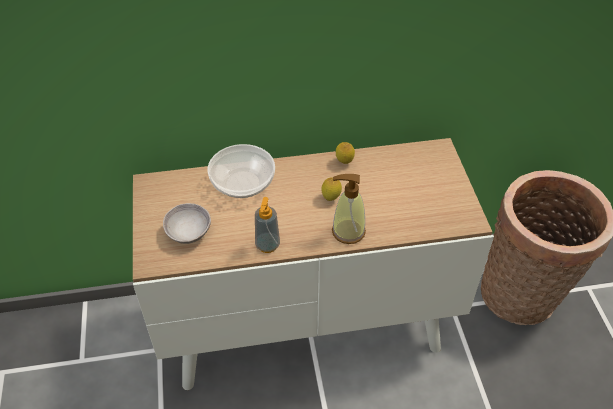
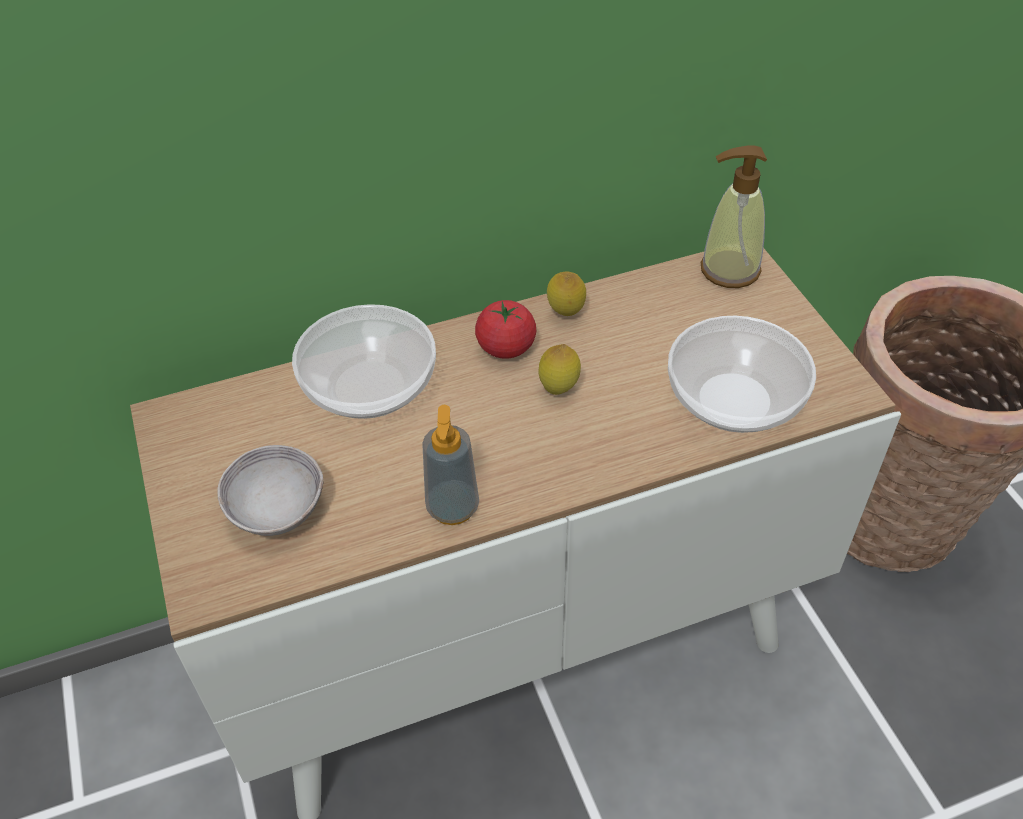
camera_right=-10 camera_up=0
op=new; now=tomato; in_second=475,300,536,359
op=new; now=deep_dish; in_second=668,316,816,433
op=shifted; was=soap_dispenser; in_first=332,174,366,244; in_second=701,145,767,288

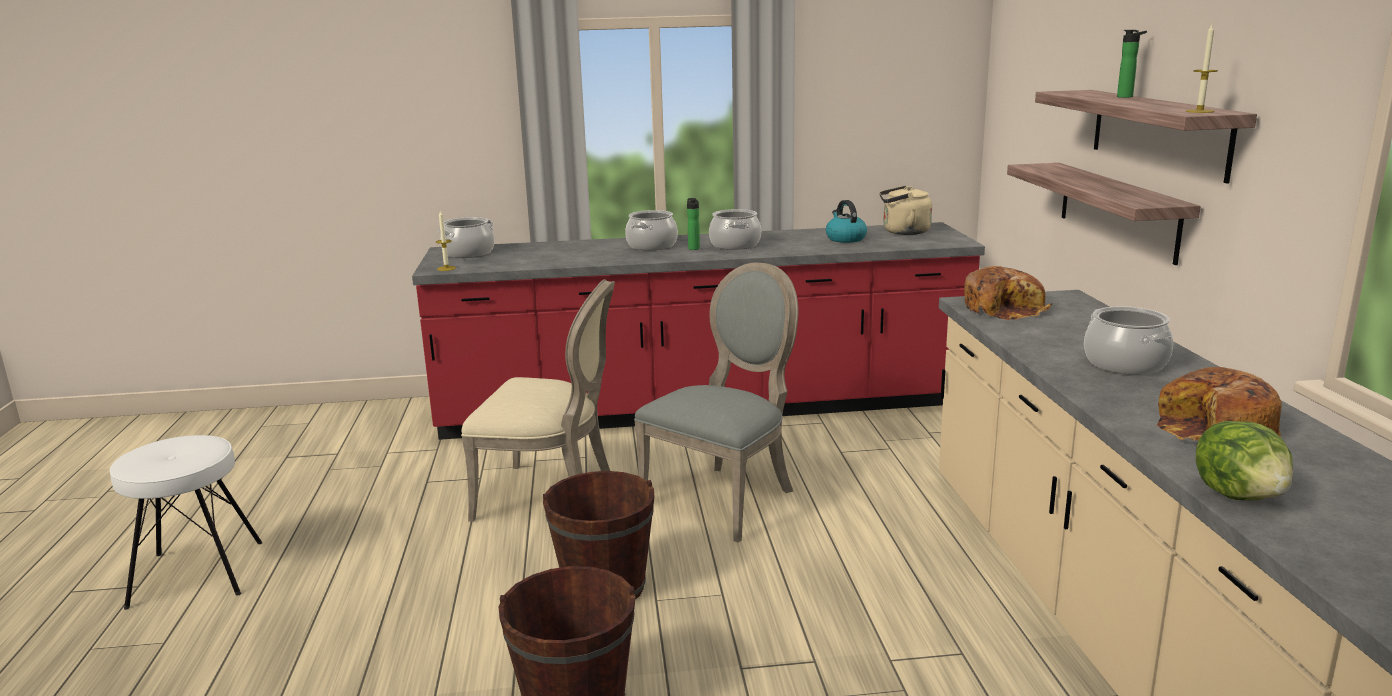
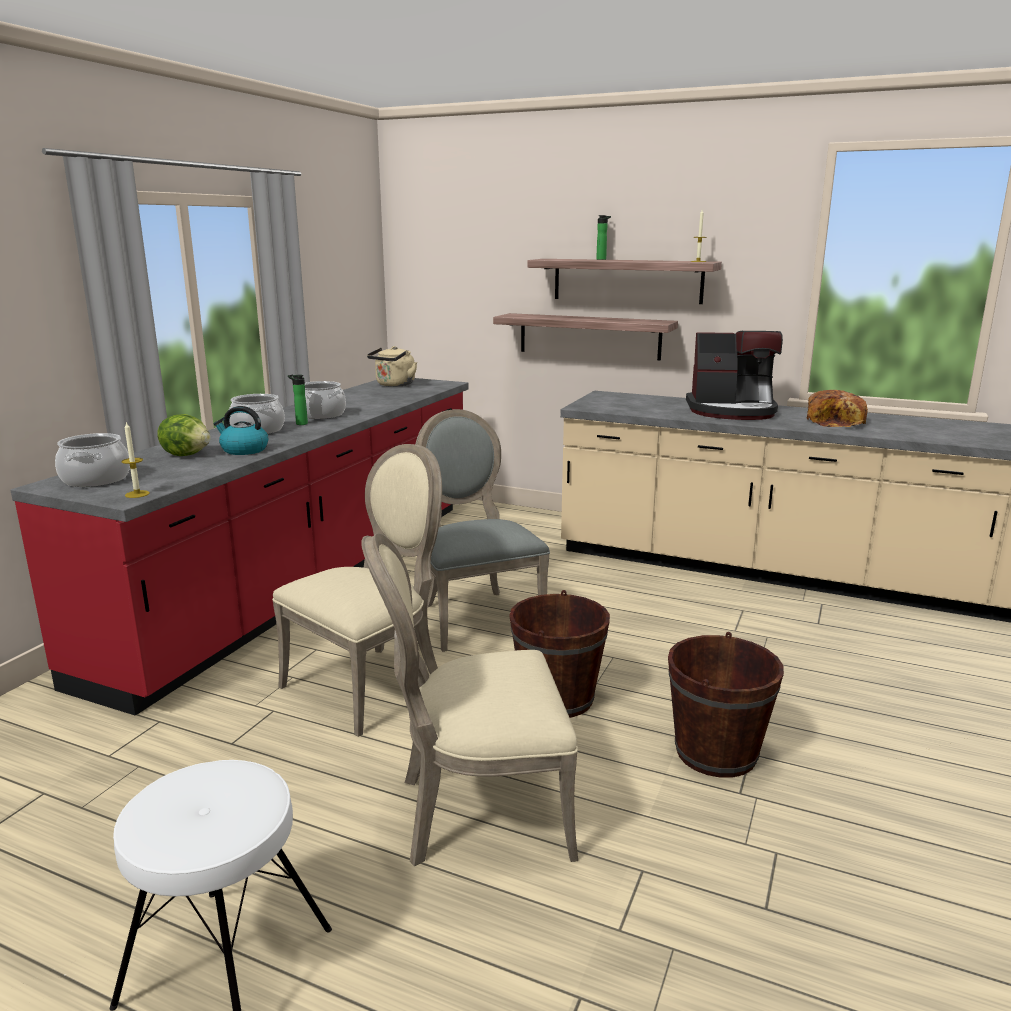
camera_right=-60 camera_up=0
op=shifted; was=head_of_lettuce; in_first=1196,421,1293,500; in_second=157,414,211,456
op=shifted; was=water_kettle; in_first=826,200,867,243; in_second=214,406,268,455
op=new; now=beige_upright_chair; in_second=361,533,578,866
op=swapped; was=saucepot; now=coffee_machine; in_first=1084,306,1173,374; in_second=686,331,783,420
op=gone; was=baked_bread; in_first=964,266,1052,320

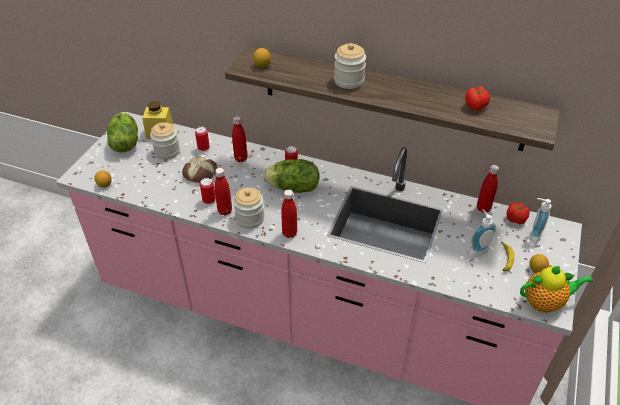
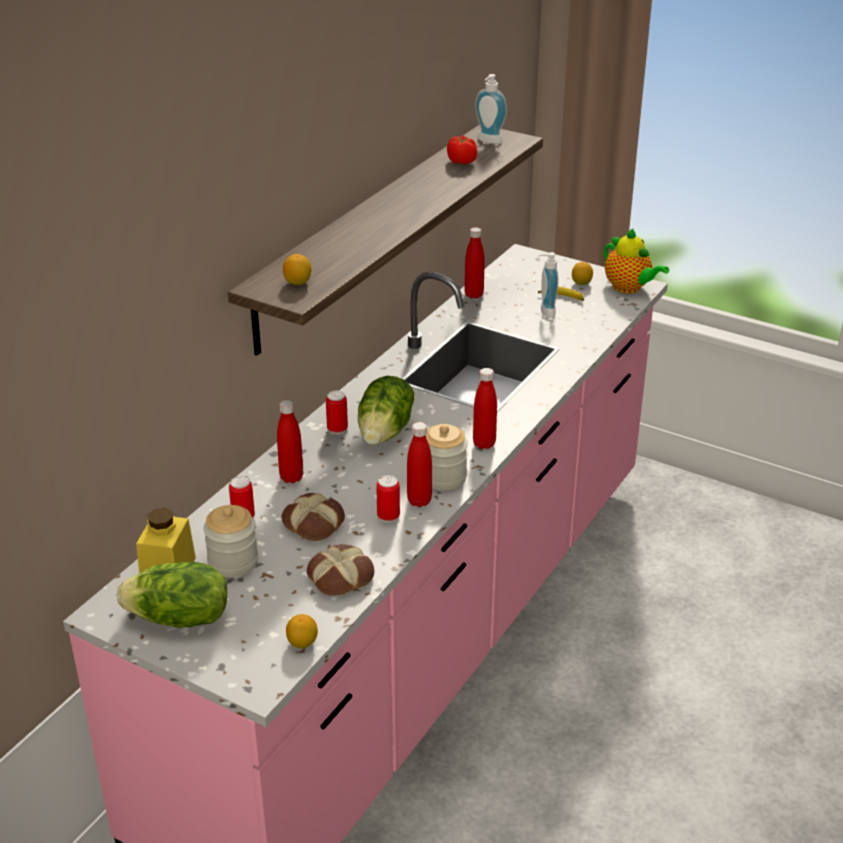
camera_right=-80 camera_up=-10
op=new; now=baked_bread; in_second=307,545,374,596
op=shifted; was=soap_dispenser; in_first=530,198,552,244; in_second=475,74,507,144
op=rotated; was=tea_pot; in_first=520,265,593,313; in_second=604,228,669,294; clockwise=135
op=gone; was=preserve_jar; in_first=334,43,366,89
op=gone; was=tomato; in_first=506,202,530,224

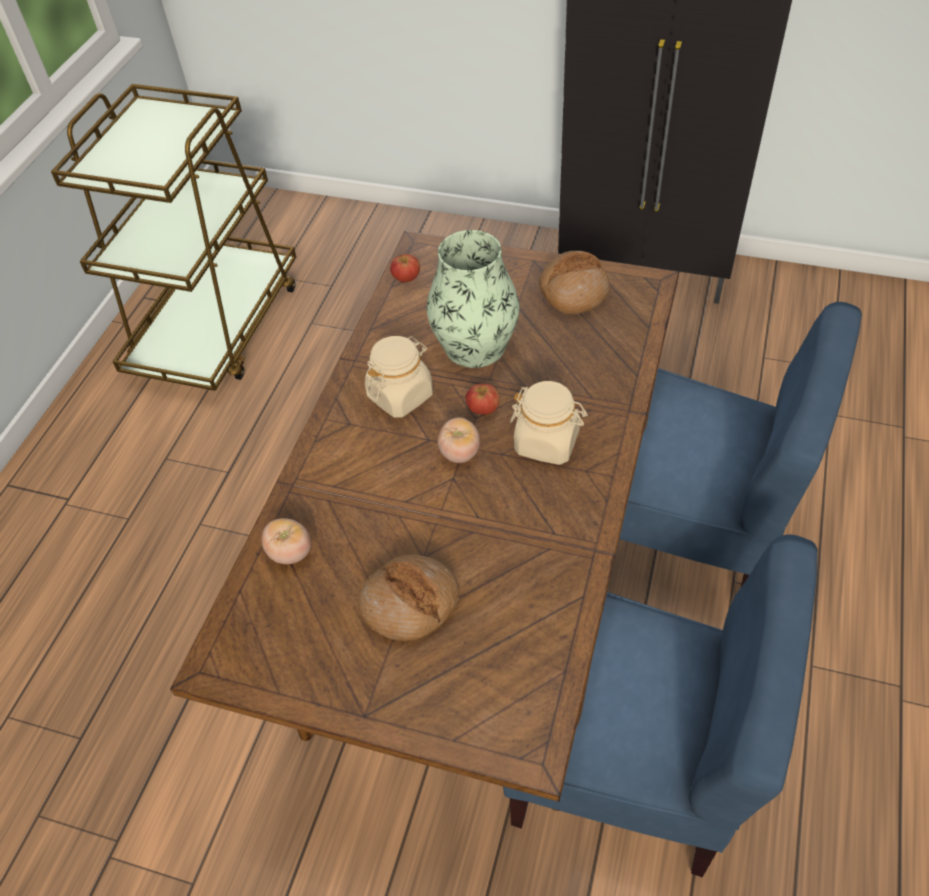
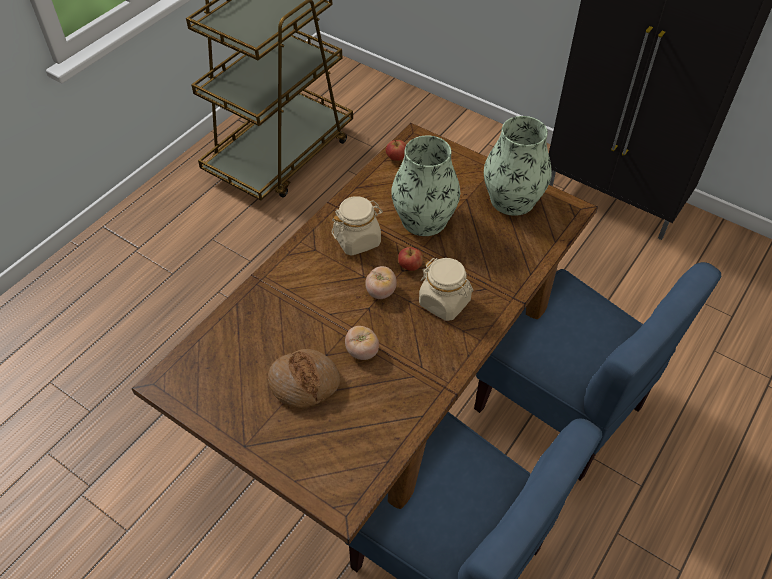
camera_right=15 camera_up=0
op=shifted; was=tomato; in_first=262,518,311,564; in_second=345,326,379,360
op=swapped; was=baked_bread; now=decorative_vase; in_first=540,251,610,314; in_second=484,116,552,216

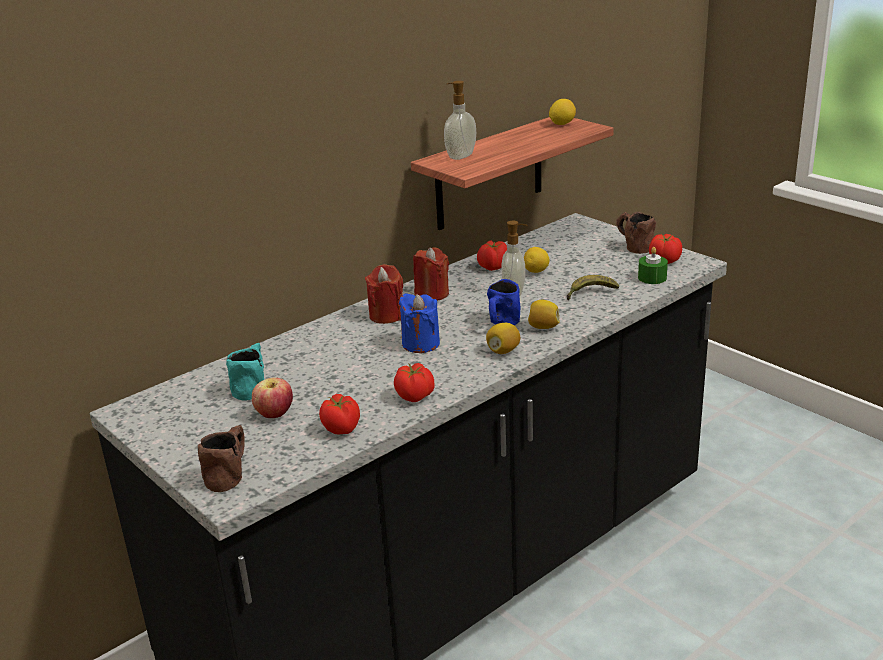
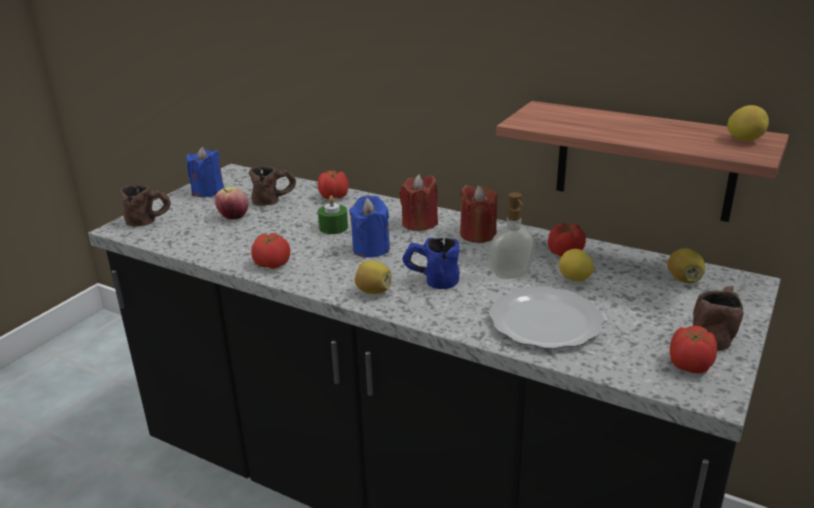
camera_right=70 camera_up=0
op=new; now=blue_wax_candle; in_second=186,147,224,197
op=repainted; was=turquoise-coloured_mug; now=brown_mug; in_first=226,343,264,400; in_second=249,166,296,206
op=shifted; was=tomato; in_first=319,394,360,434; in_second=318,170,349,199
op=shifted; was=greenish_wax_candle; in_first=638,247,668,284; in_second=318,195,348,234
op=swapped; was=banana; now=flat_dish; in_first=567,275,619,300; in_second=489,286,604,349
op=shifted; was=lemon; in_first=528,300,559,329; in_second=667,248,705,283
op=gone; was=soap_dispenser; in_first=444,81,476,160

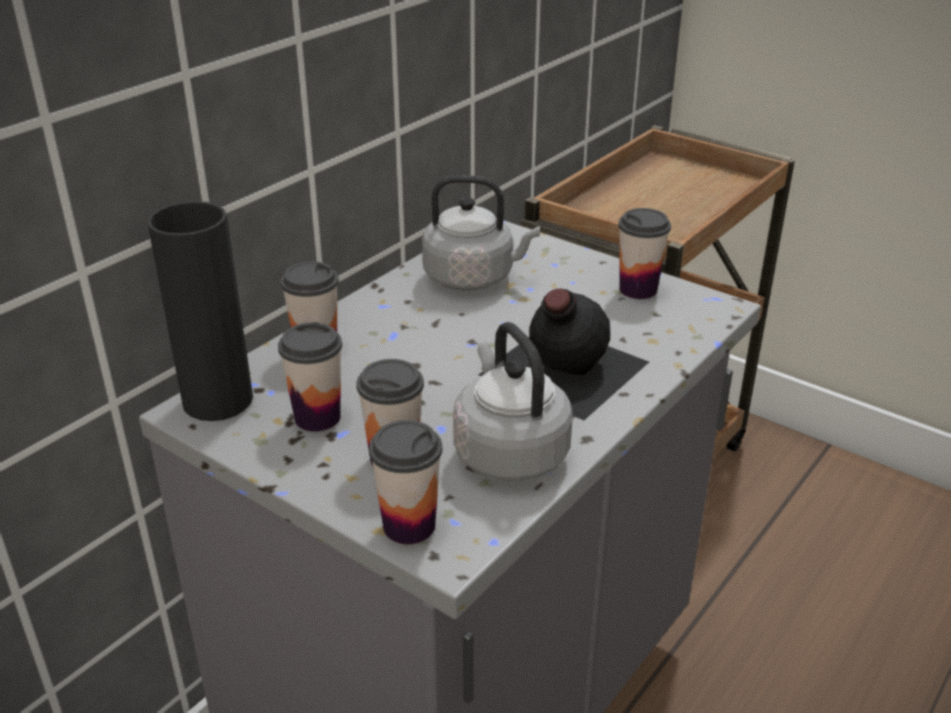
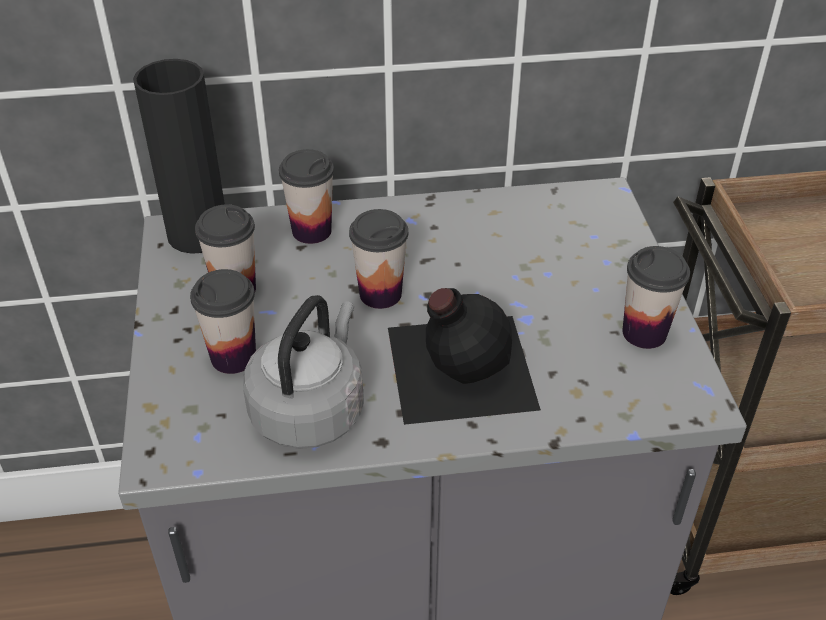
camera_right=45 camera_up=10
op=shifted; was=small_cup; in_first=369,420,442,544; in_second=349,209,408,309
op=gone; was=greyish_water_kettle; in_first=422,175,540,291

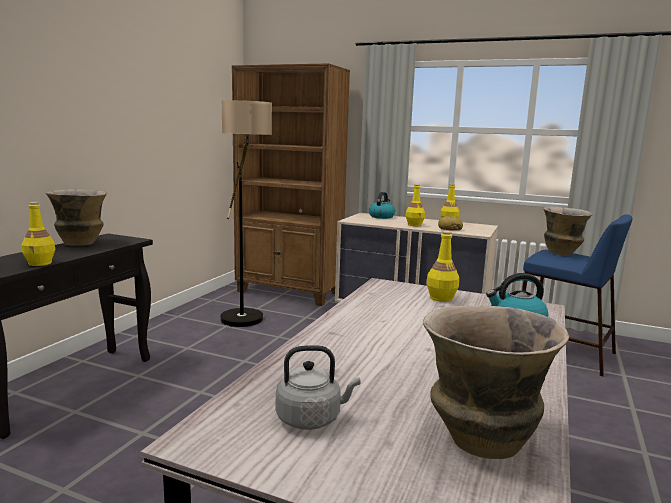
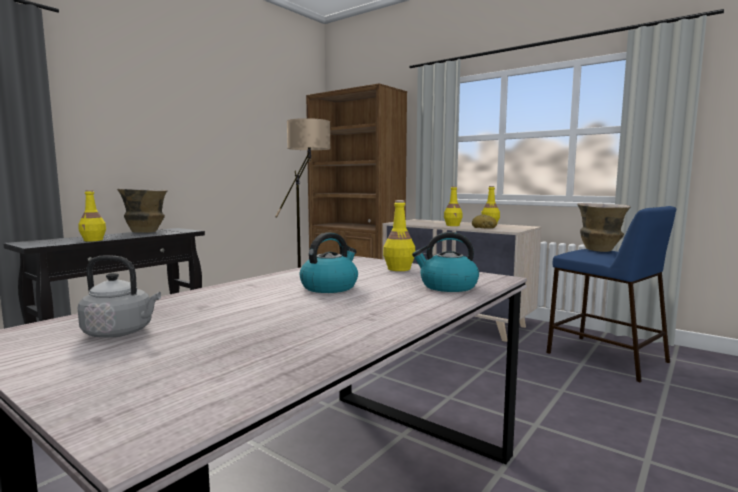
camera_right=15 camera_up=-5
op=shifted; was=water_kettle; in_first=369,192,395,219; in_second=300,232,358,293
op=gone; was=decorative_vase; in_first=423,306,569,459

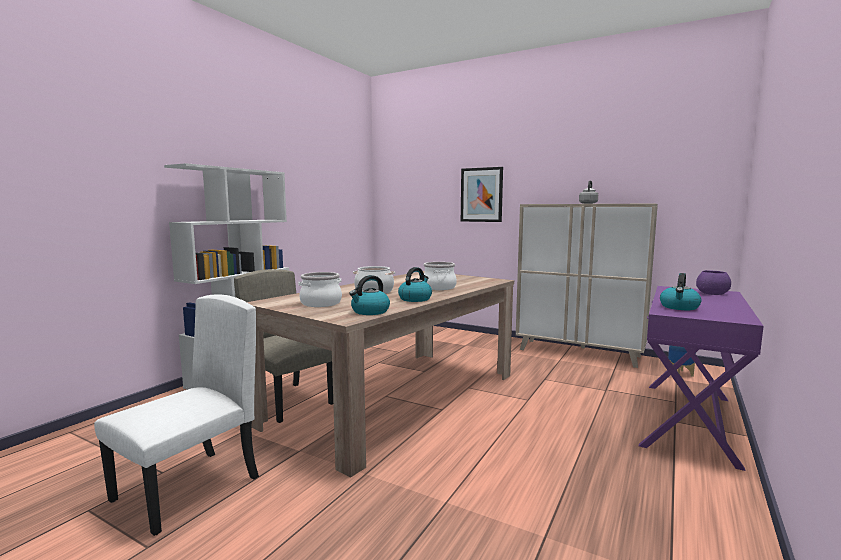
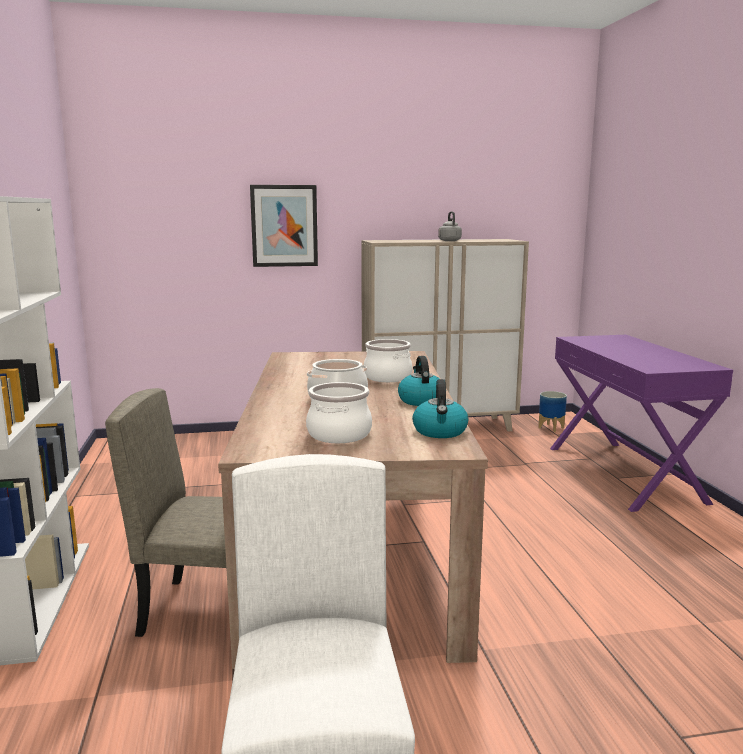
camera_right=-40 camera_up=5
op=gone; was=water_kettle; in_first=660,273,702,310
op=gone; was=purplish_deep_dish; in_first=696,270,731,295

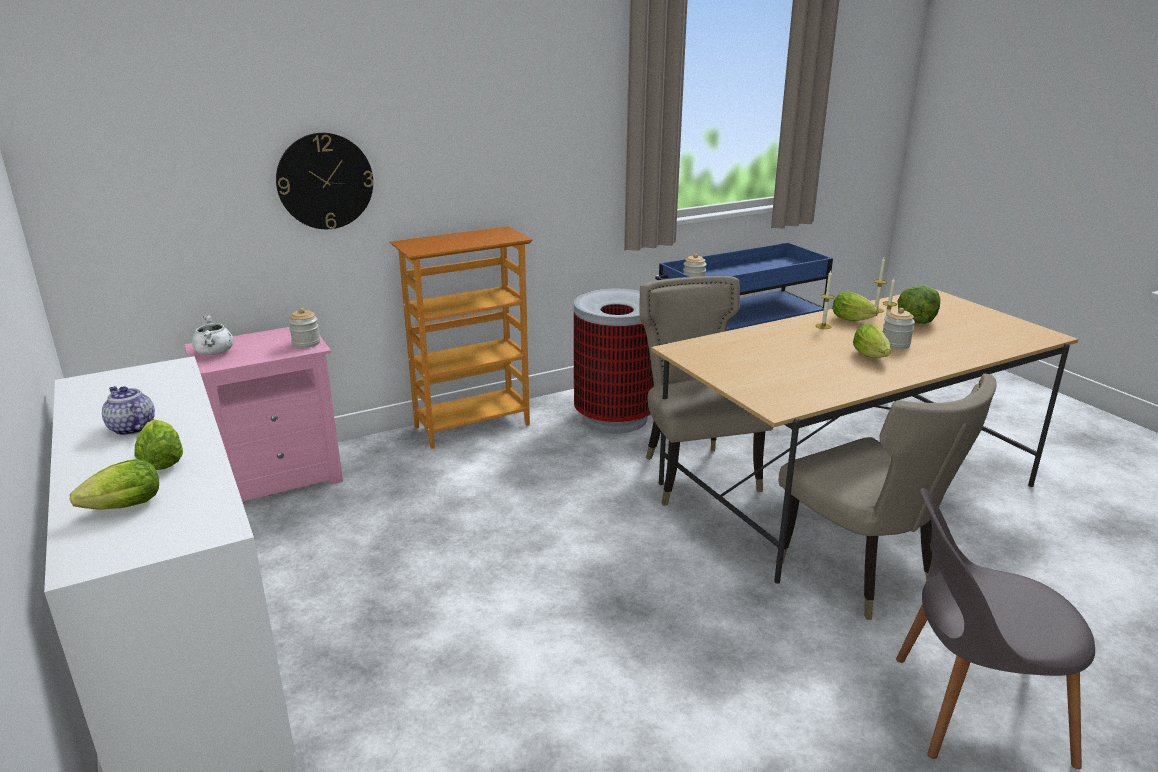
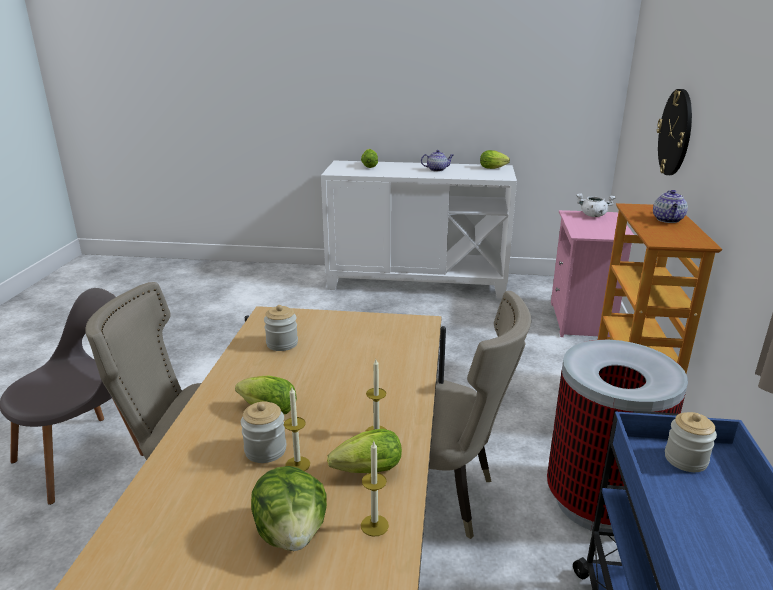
camera_right=125 camera_up=0
op=shifted; was=preserve_jar; in_first=288,308,320,348; in_second=264,305,298,351
op=shifted; was=head_of_lettuce; in_first=134,419,183,470; in_second=480,150,510,169
op=new; now=tea_pot; in_second=653,190,688,223

